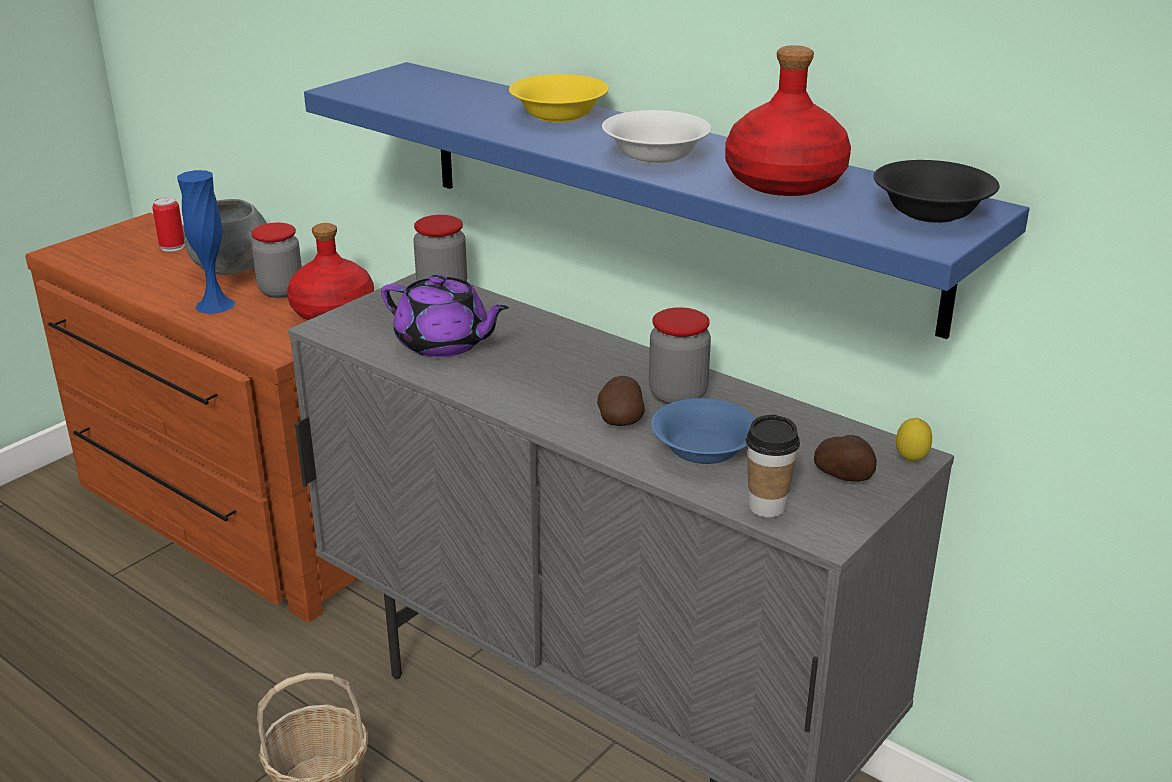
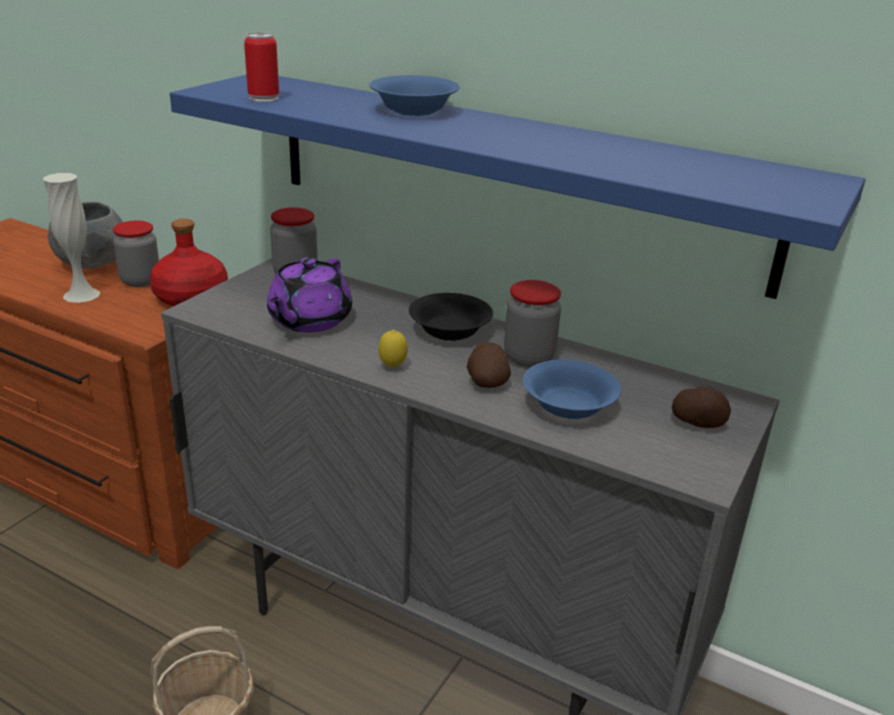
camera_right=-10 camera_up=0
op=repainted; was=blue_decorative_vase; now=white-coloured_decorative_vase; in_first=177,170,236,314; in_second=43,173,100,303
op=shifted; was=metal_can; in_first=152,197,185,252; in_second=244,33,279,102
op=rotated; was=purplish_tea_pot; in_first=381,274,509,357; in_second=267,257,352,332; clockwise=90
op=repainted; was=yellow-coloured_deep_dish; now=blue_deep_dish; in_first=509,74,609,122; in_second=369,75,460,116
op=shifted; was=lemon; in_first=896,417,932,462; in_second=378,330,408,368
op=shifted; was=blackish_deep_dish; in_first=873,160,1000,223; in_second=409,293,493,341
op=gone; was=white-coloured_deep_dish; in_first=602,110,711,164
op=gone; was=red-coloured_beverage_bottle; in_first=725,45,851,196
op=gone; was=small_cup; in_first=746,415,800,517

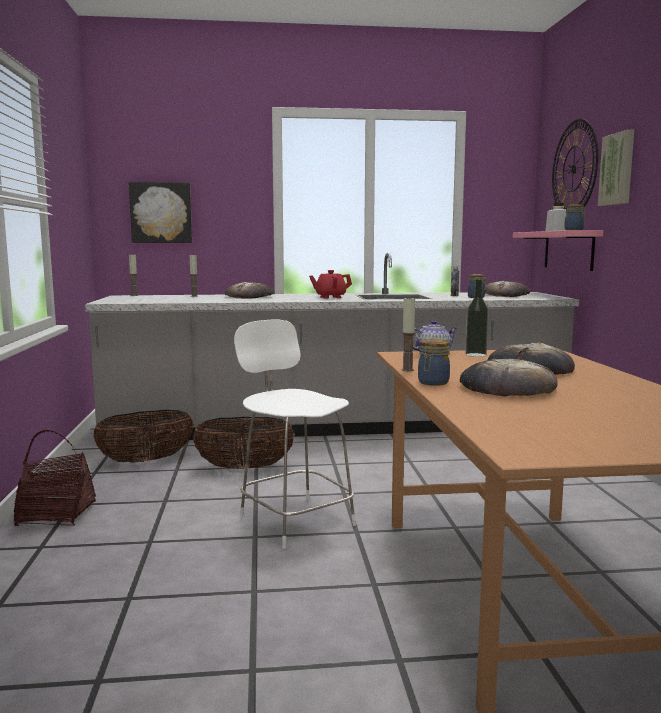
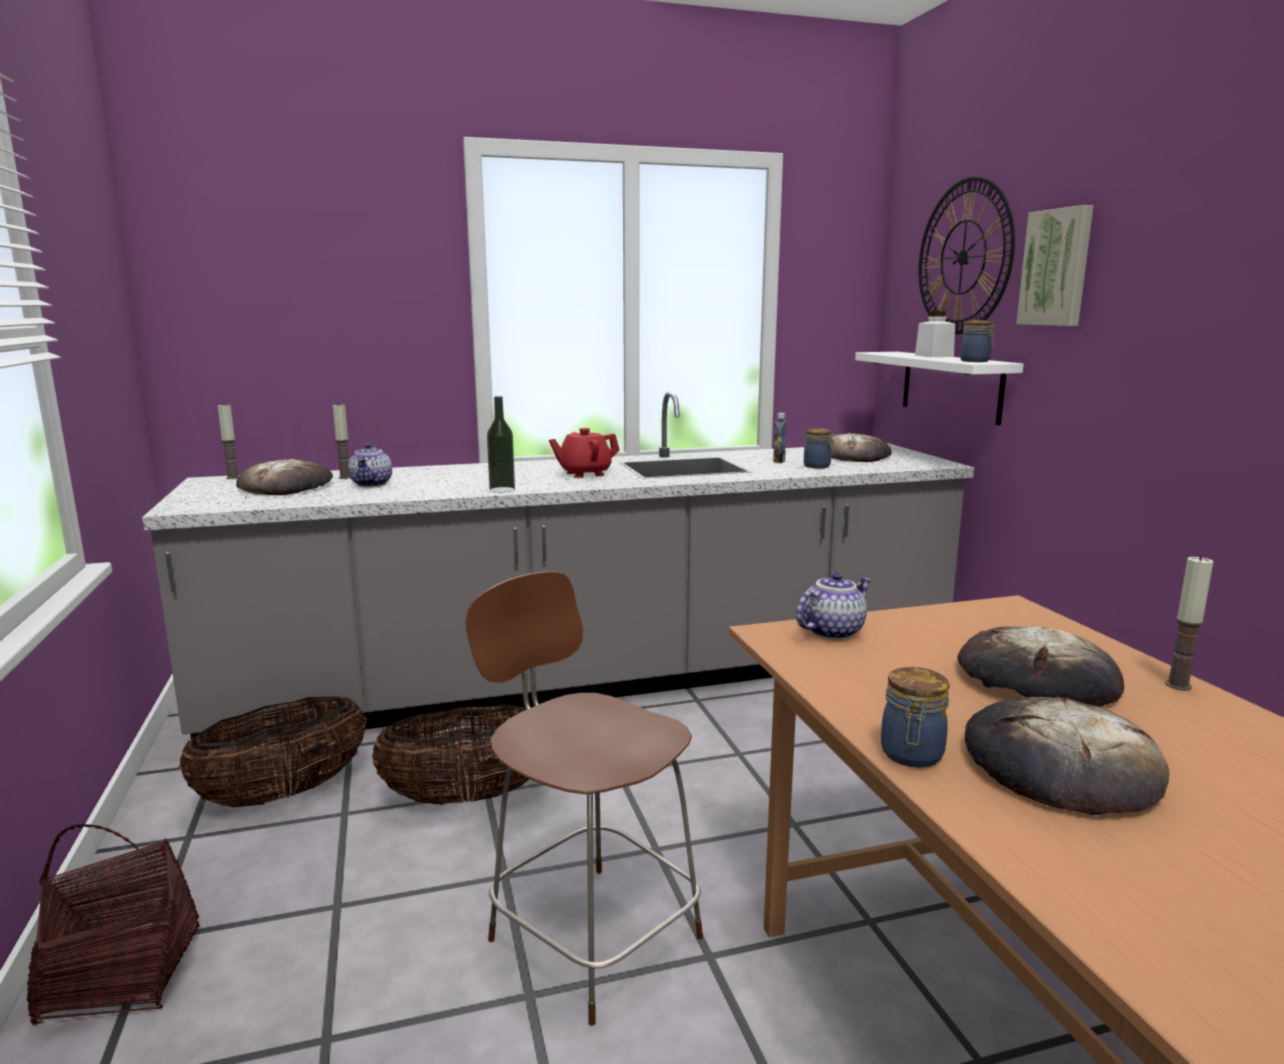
camera_right=-10 camera_up=5
op=shifted; was=baked_bread; in_first=225,282,274,299; in_second=236,458,333,495
op=new; now=tea_pot; in_second=348,443,392,487
op=repainted; was=white-coloured_upright_chair; now=brown_upright_chair; in_first=234,320,356,549; in_second=466,571,703,1026
op=shifted; was=beverage_bottle; in_first=465,279,489,357; in_second=487,396,515,493
op=repainted; was=pink-coloured_bracket_shelf; now=white-coloured_bracket_shelf; in_first=513,230,603,271; in_second=855,352,1024,425
op=shifted; was=wax_candle; in_first=402,296,415,371; in_second=1165,555,1213,691
op=gone; was=picture; in_first=129,182,192,243

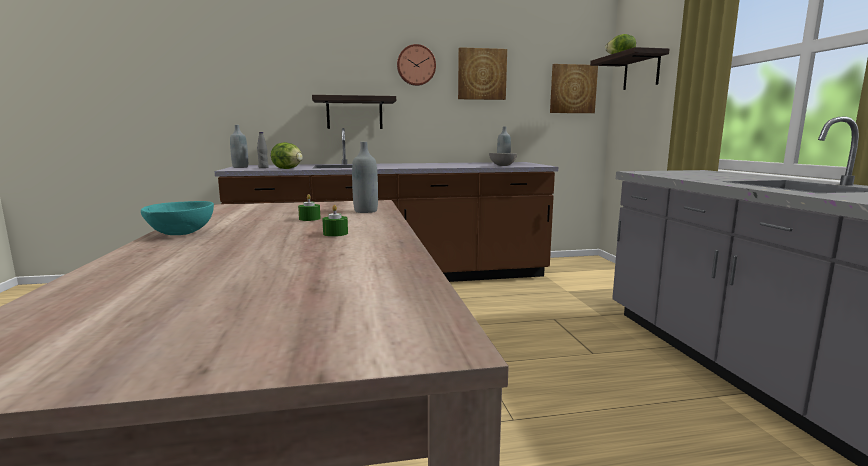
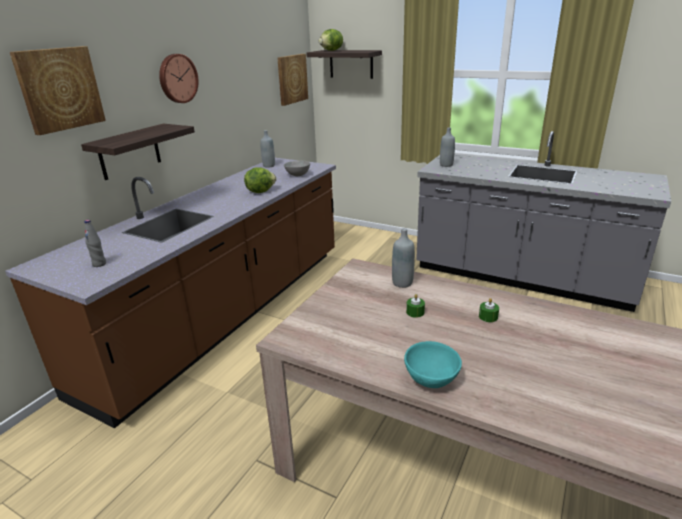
camera_right=-50 camera_up=15
op=shifted; was=picture; in_first=458,47,507,100; in_second=10,46,106,135
op=shifted; was=head_of_lettuce; in_first=271,142,303,169; in_second=244,167,277,193
op=shifted; was=greyish_beverage_bottle; in_first=230,125,248,168; in_second=440,127,455,167

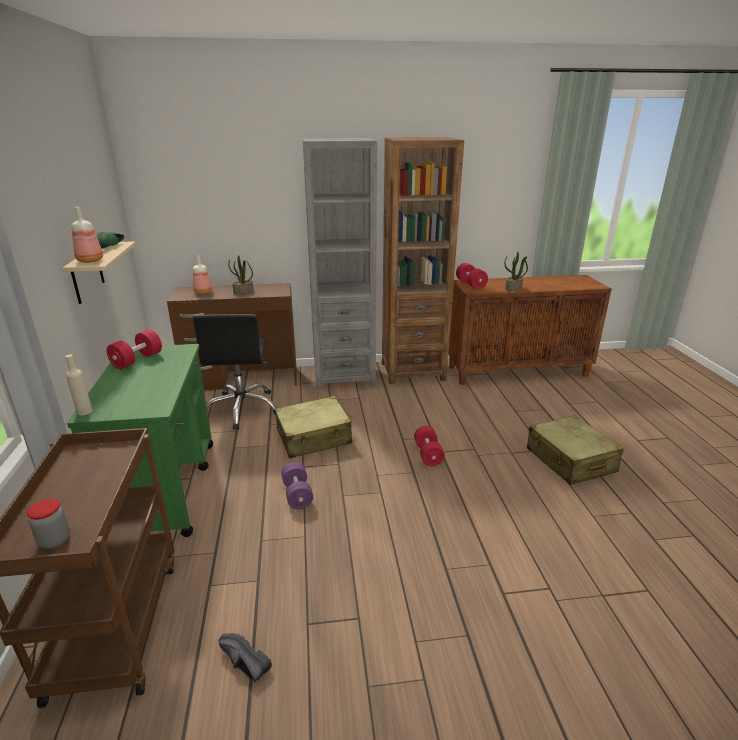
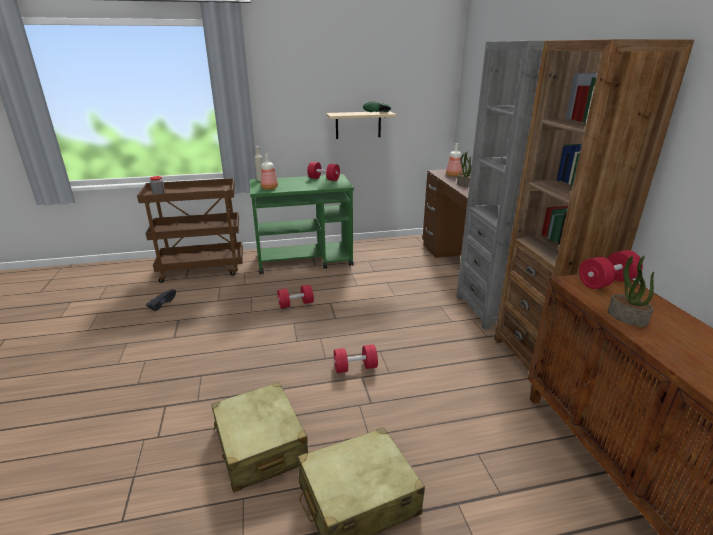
camera_right=85 camera_up=0
op=shifted; was=beige_travel_case; in_first=275,396,352,459; in_second=211,382,308,492
op=shifted; was=beverage_bottle; in_first=71,207,103,263; in_second=261,153,278,190
op=repainted; was=purplish_dumbbell; now=red-coloured_dumbbell; in_first=281,462,313,509; in_second=277,284,314,309
op=gone; was=blackish_office_chair; in_first=193,314,277,430

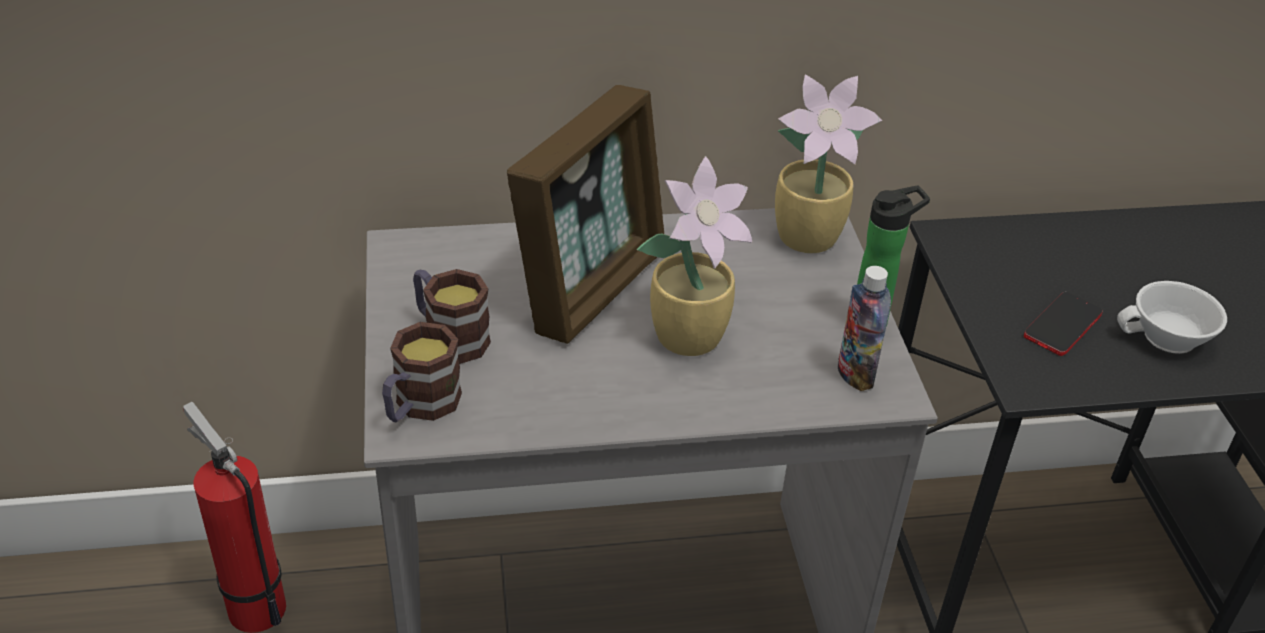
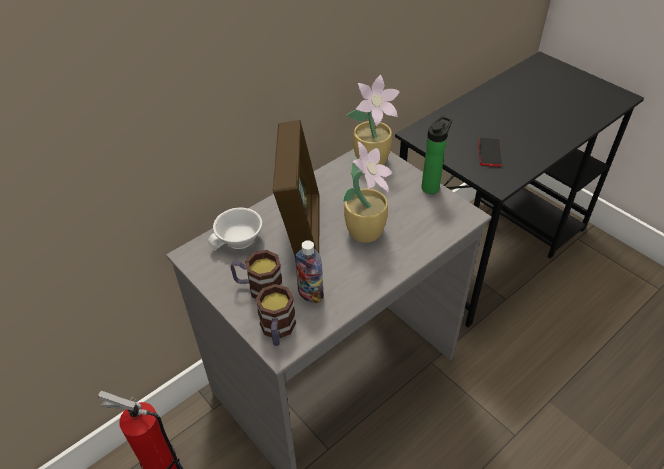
camera_right=-30 camera_up=5
op=shifted; was=white-coloured_small_cup; in_first=1117,281,1227,354; in_second=208,207,262,249
op=shifted; was=beverage_bottle; in_first=838,266,891,391; in_second=295,240,324,303

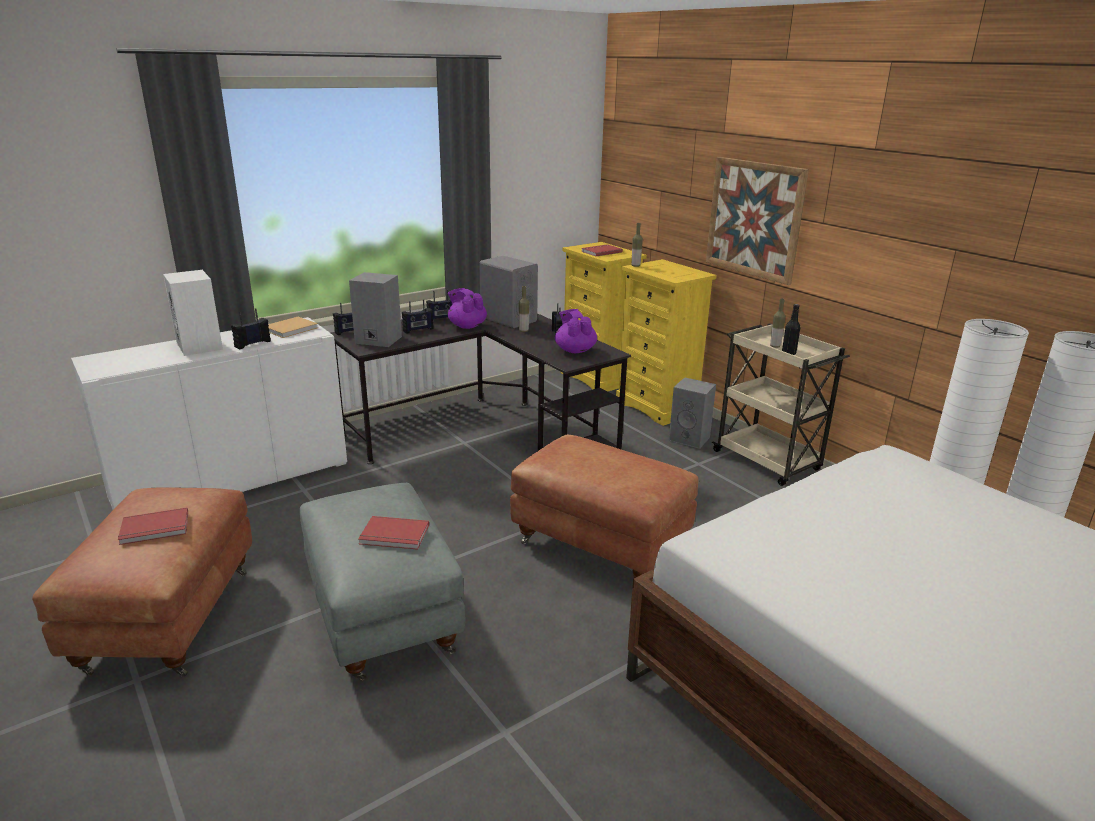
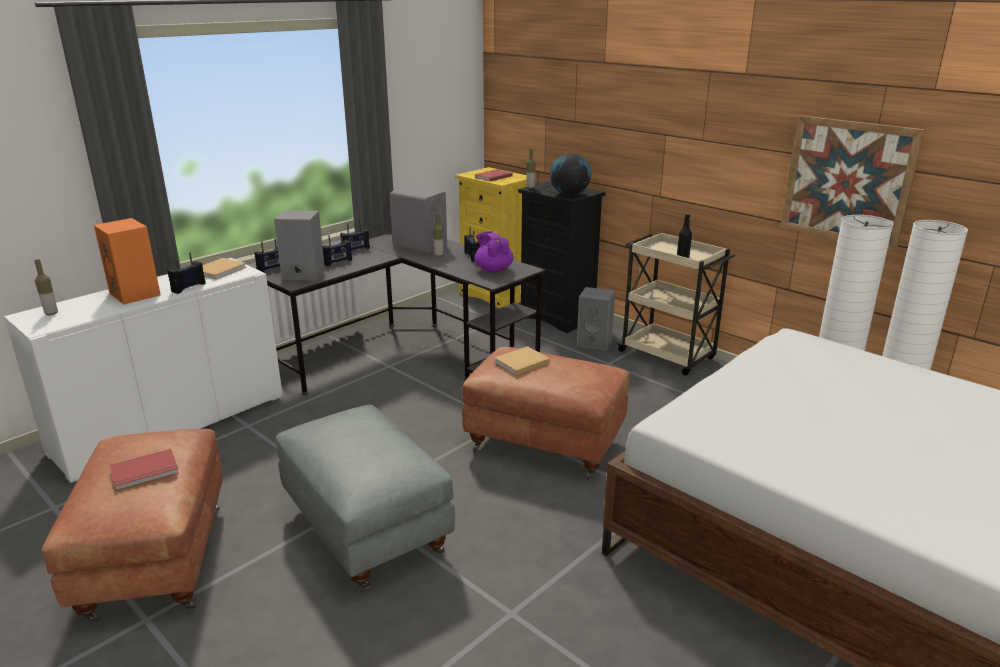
camera_right=-10 camera_up=0
op=shifted; was=beverage_bottle; in_first=770,299,786,348; in_second=34,259,58,315
op=repainted; was=white-coloured_loudspeaker; now=orange_loudspeaker; in_first=163,270,223,356; in_second=94,218,161,305
op=new; now=beige_volume; in_second=494,346,550,375
op=repainted; was=yellow-coloured_chest_of_drawers; now=blackish_chest_of_drawers; in_first=616,259,717,426; in_second=518,181,606,333
op=new; now=desk_globe; in_second=550,153,591,196
op=shifted; was=picture; in_first=706,157,809,285; in_second=780,115,925,252
op=gone; was=red-coloured_volume; in_first=358,516,429,550
op=gone; was=purplish_tea_pot; in_first=448,288,487,329

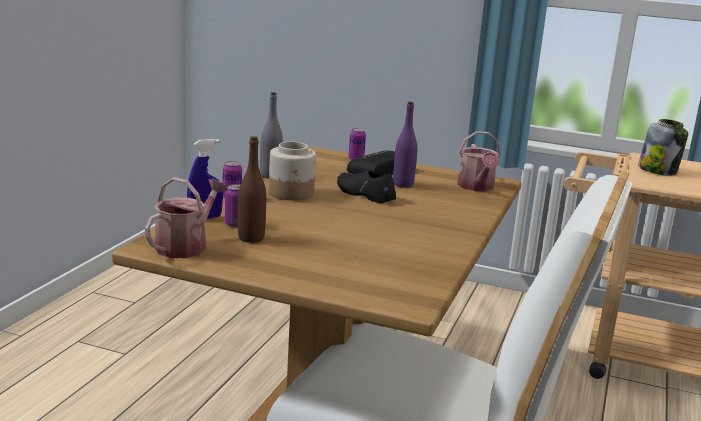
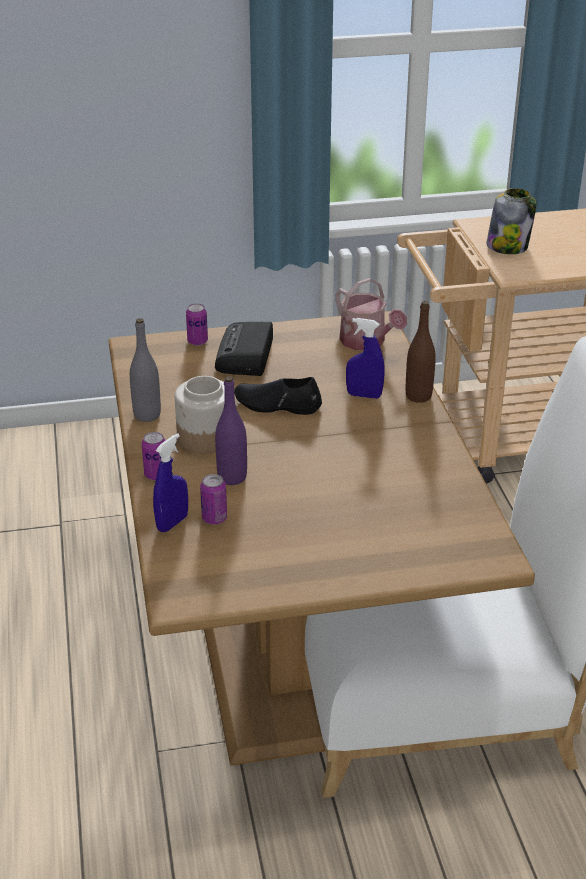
camera_right=-30 camera_up=15
op=shifted; was=purplish_beverage_bottle; in_first=393,102,417,188; in_second=215,376,247,485
op=new; now=blue_sprayer; in_second=346,318,385,399
op=shifted; was=brown_beverage_bottle; in_first=238,136,266,243; in_second=406,301,436,403
op=gone; was=sprinkling_can; in_first=145,177,227,258

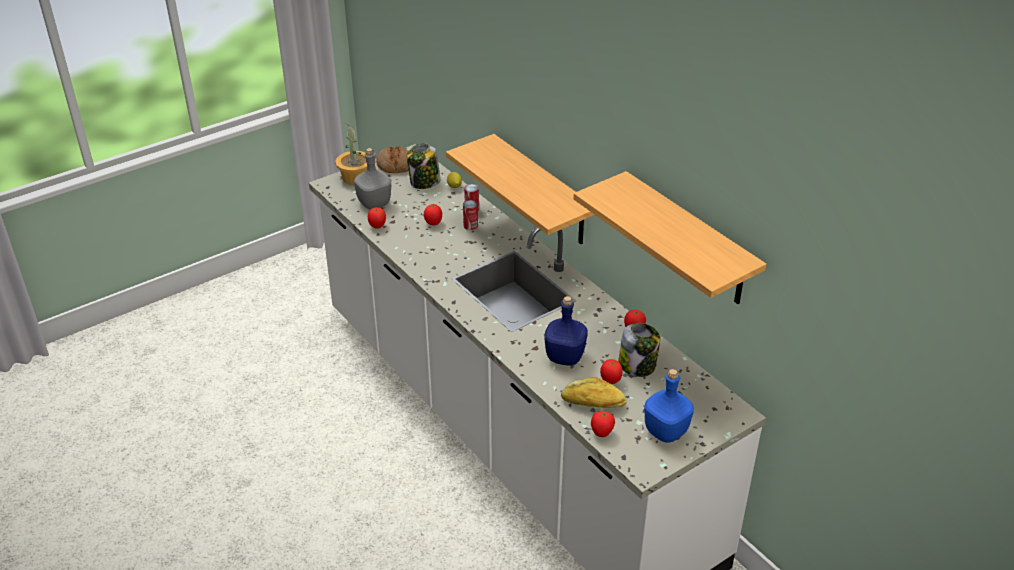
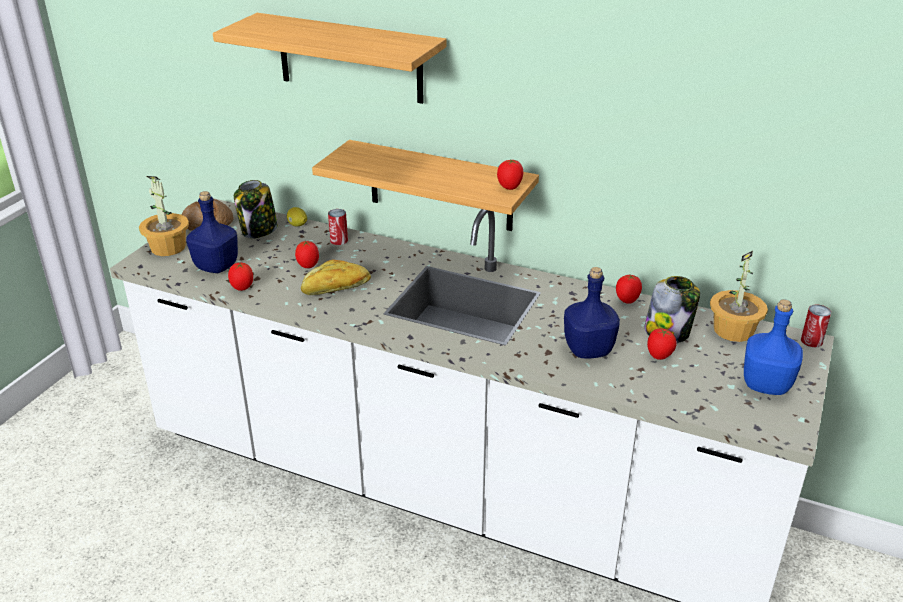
camera_right=-30 camera_up=-5
op=repainted; was=greyish_beverage_bottle; now=blue_beverage_bottle; in_first=354,148,391,209; in_second=186,191,238,273
op=shifted; was=bracket_shelf; in_first=573,171,766,304; in_second=213,13,446,104
op=shifted; was=baked_bread; in_first=561,377,626,408; in_second=301,259,371,295
op=shifted; was=tomato; in_first=591,411,615,437; in_second=497,159,524,190
op=new; now=plant_in_a_pot; in_second=710,251,768,342
op=shifted; was=metal_can; in_first=463,200,478,230; in_second=801,304,831,347

